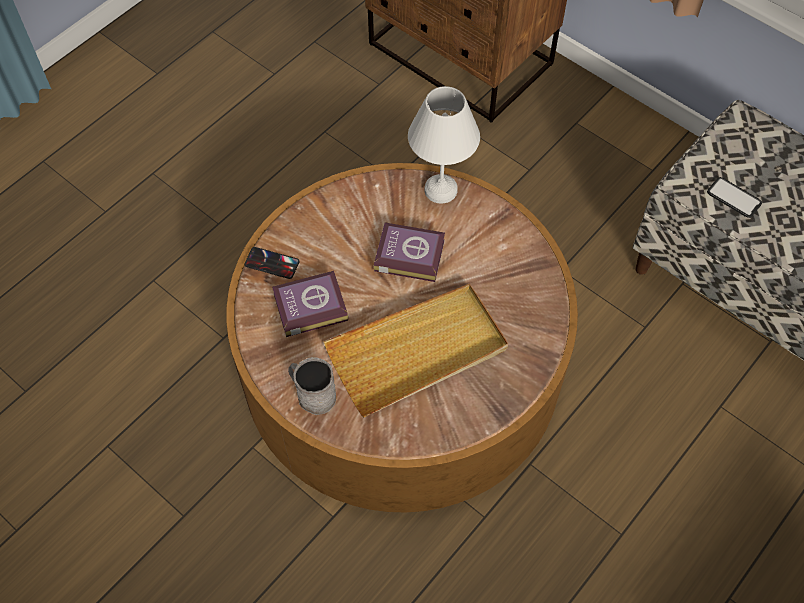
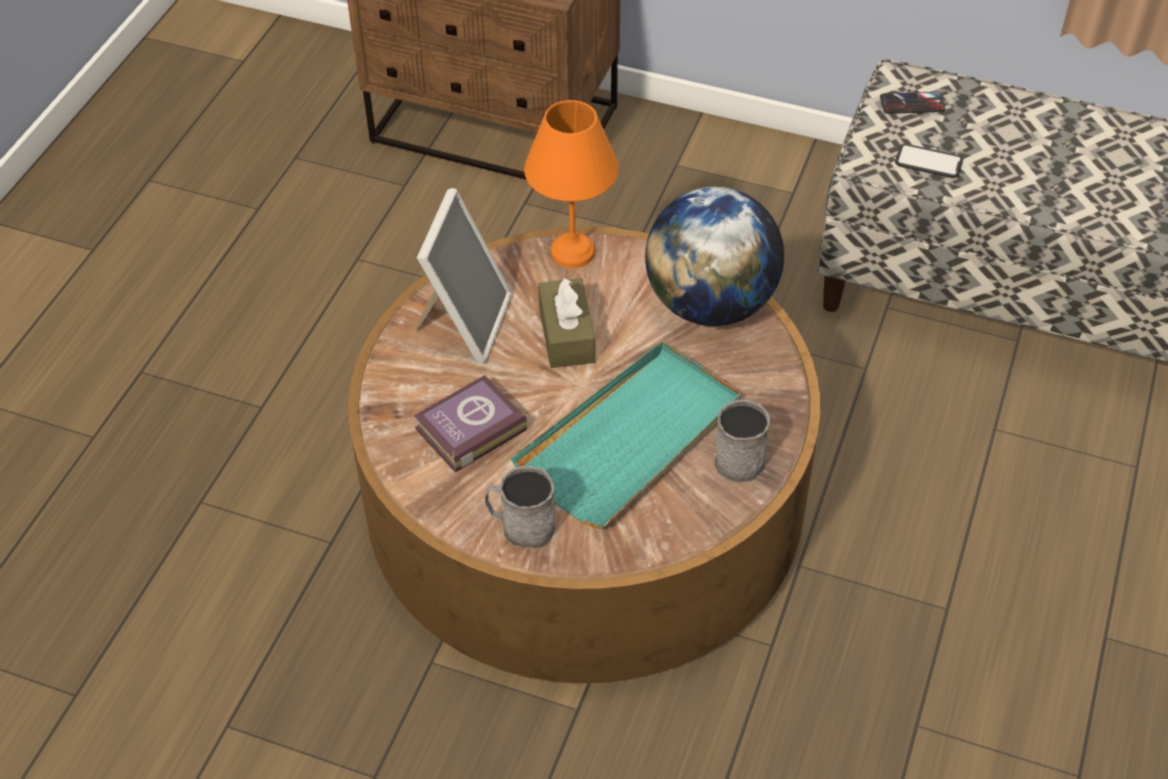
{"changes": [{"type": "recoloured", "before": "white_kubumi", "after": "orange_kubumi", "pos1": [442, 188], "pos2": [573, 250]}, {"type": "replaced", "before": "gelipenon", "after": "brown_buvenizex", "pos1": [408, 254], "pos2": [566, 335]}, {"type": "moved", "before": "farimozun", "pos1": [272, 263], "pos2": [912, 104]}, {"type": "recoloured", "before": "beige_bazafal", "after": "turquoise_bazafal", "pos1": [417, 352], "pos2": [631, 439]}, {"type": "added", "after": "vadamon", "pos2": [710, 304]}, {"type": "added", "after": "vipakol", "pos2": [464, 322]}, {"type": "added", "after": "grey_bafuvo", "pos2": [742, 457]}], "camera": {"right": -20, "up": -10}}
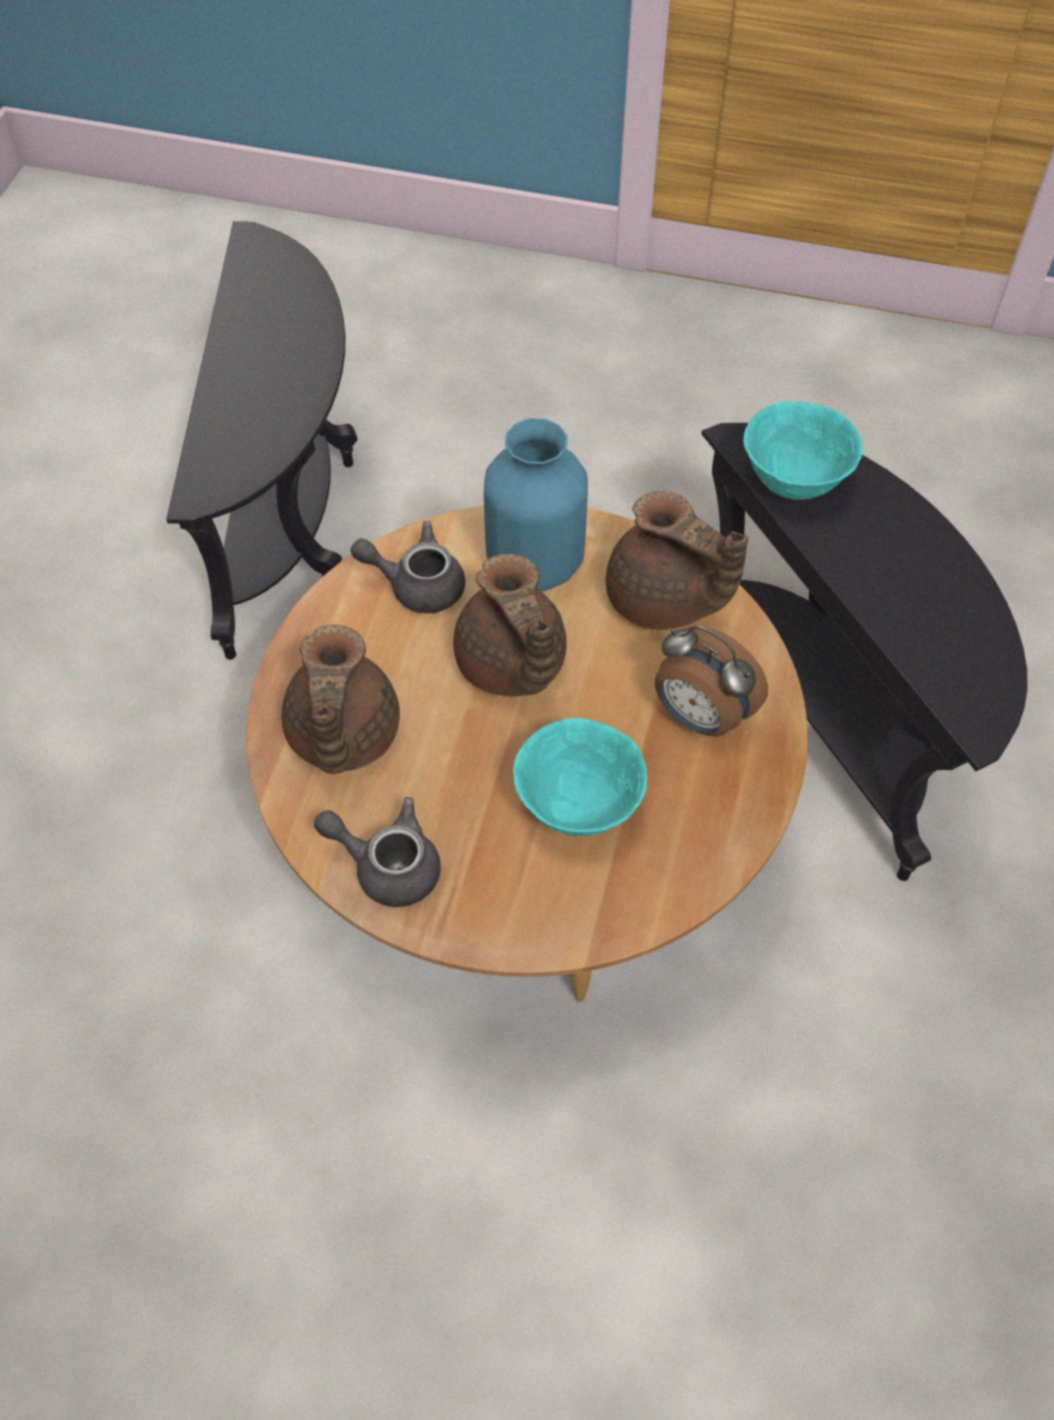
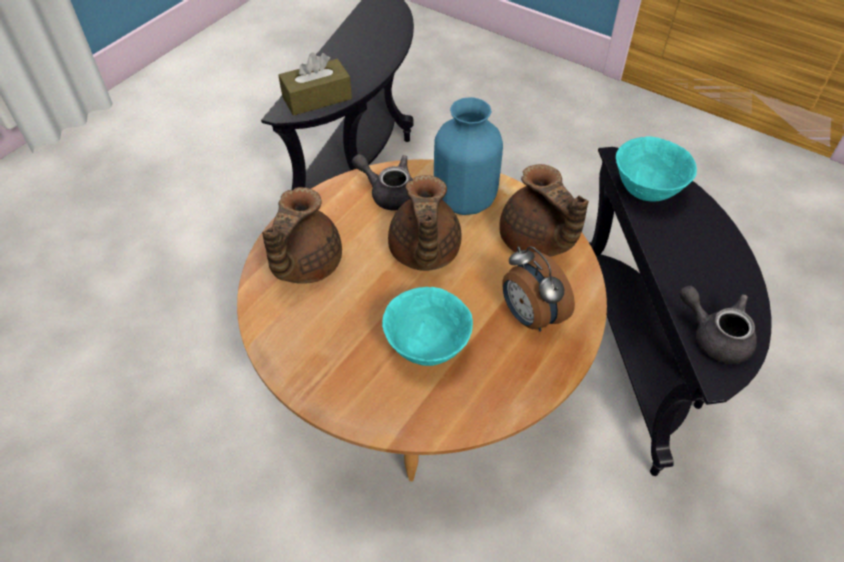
{"changes": [{"type": "moved", "before": "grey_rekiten", "pos1": [387, 866], "pos2": [714, 336]}, {"type": "added", "after": "brown_buvenizex", "pos2": [317, 98]}], "camera": {"right": 20, "up": -5}}
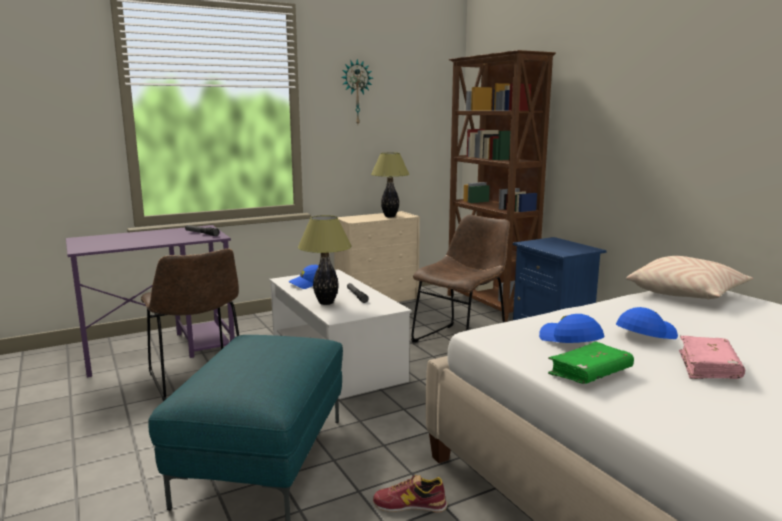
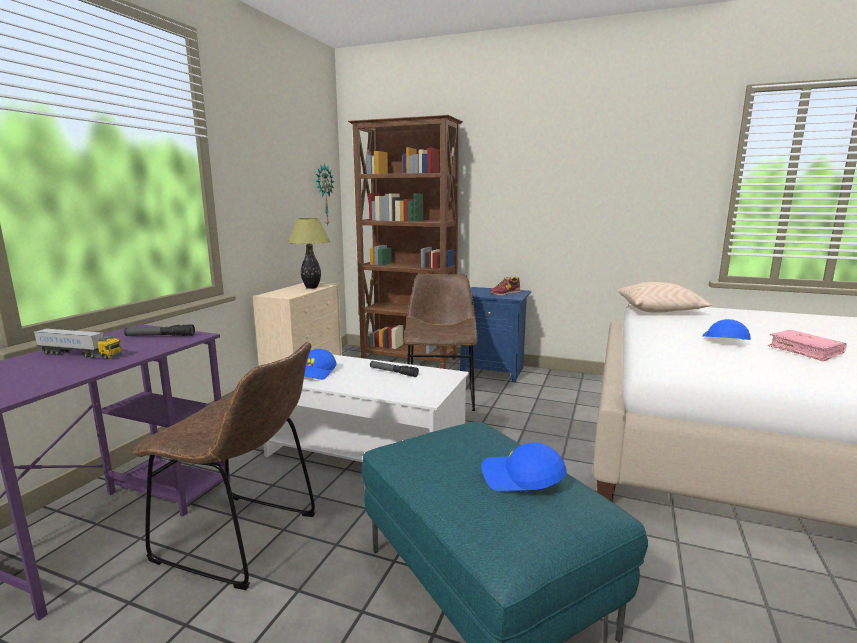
{"changes": [{"type": "moved", "before": "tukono", "pos1": [356, 92], "pos2": [323, 195]}, {"type": "removed", "before": "kubumi", "pos1": [325, 303]}, {"type": "moved", "before": "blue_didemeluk", "pos1": [569, 341], "pos2": [521, 479]}, {"type": "removed", "before": "green_gelipenon", "pos1": [590, 373]}, {"type": "moved", "before": "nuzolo", "pos1": [410, 504], "pos2": [505, 293]}, {"type": "added", "after": "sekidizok", "pos2": [80, 354]}], "camera": {"right": -40, "up": 0}}
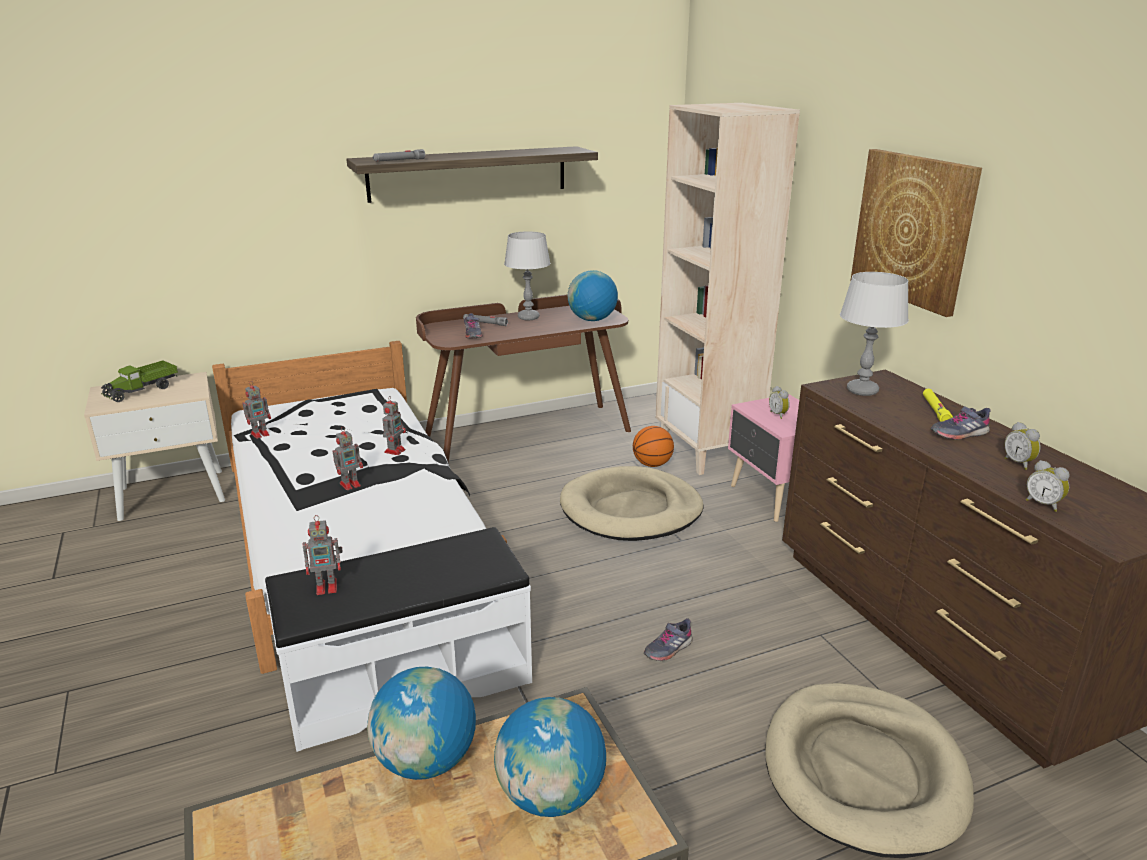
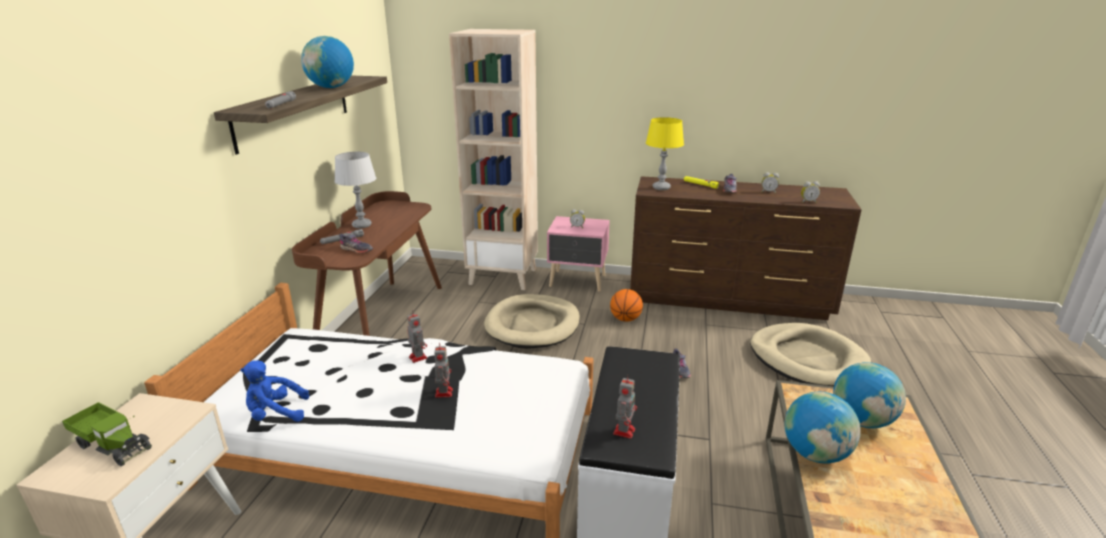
{"changes": [{"type": "removed", "before": "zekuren", "pos1": [913, 229]}, {"type": "moved", "before": "vadamon", "pos1": [592, 320], "pos2": [331, 87]}, {"type": "recoloured", "before": "grey_kubumi", "after": "yellow_kubumi", "pos1": [862, 391], "pos2": [661, 188]}, {"type": "turned", "before": "sekidizok", "pos1": [142, 390], "pos2": [113, 444], "turn": -45}, {"type": "replaced", "before": "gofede", "after": "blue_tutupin", "pos1": [261, 434], "pos2": [275, 414]}, {"type": "moved", "before": "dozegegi", "pos1": [652, 464], "pos2": [625, 319]}], "camera": {"right": -55, "up": 0}}
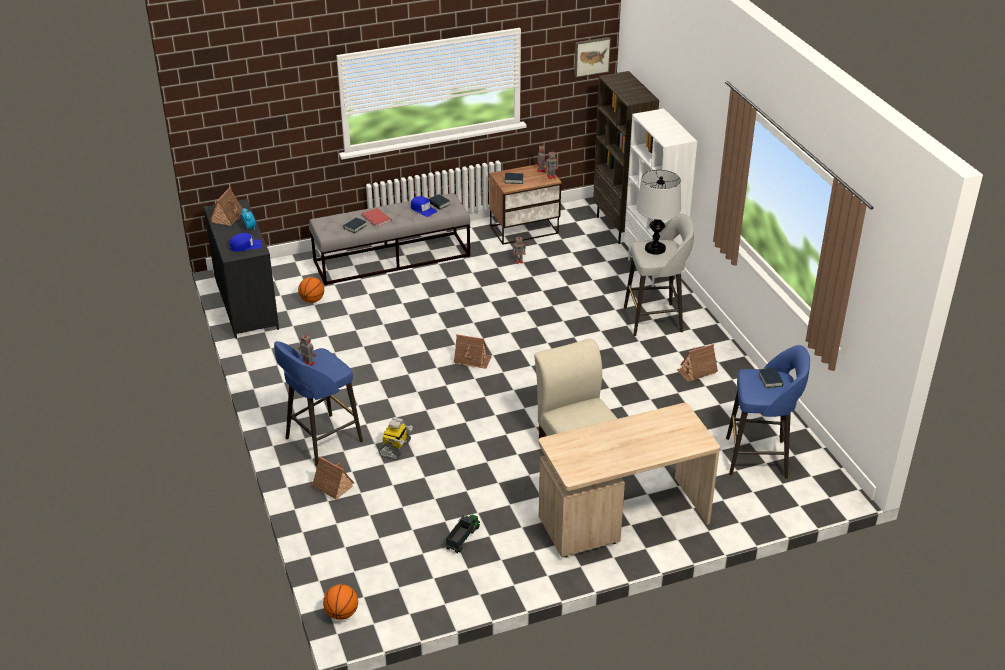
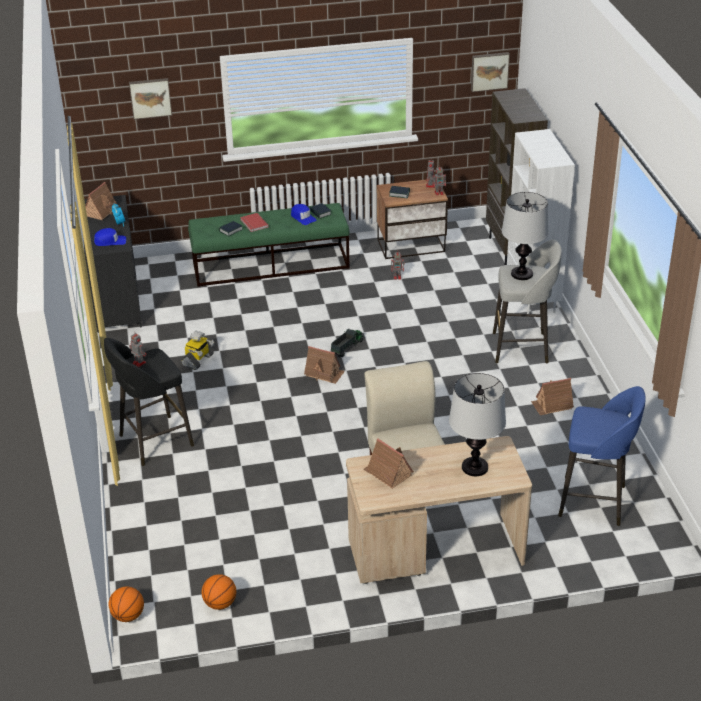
{"changes": [{"type": "recoloured", "before": "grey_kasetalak", "after": "green_kasetalak", "pos1": [392, 258], "pos2": [271, 265]}, {"type": "moved", "before": "dozegegi", "pos1": [312, 300], "pos2": [220, 603]}, {"type": "recoloured", "before": "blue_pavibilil", "after": "black_pavibilil", "pos1": [321, 441], "pos2": [154, 441]}, {"type": "removed", "before": "gelipenon", "pos1": [770, 380]}, {"type": "moved", "before": "gofede", "pos1": [395, 448], "pos2": [198, 360]}, {"type": "moved", "before": "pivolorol", "pos1": [331, 486], "pos2": [388, 473]}, {"type": "moved", "before": "sekidizok", "pos1": [463, 537], "pos2": [347, 347]}, {"type": "added", "after": "zekuren", "pos2": [150, 97]}, {"type": "added", "after": "kubumi", "pos2": [474, 467]}], "camera": {"right": 10, "up": 0}}
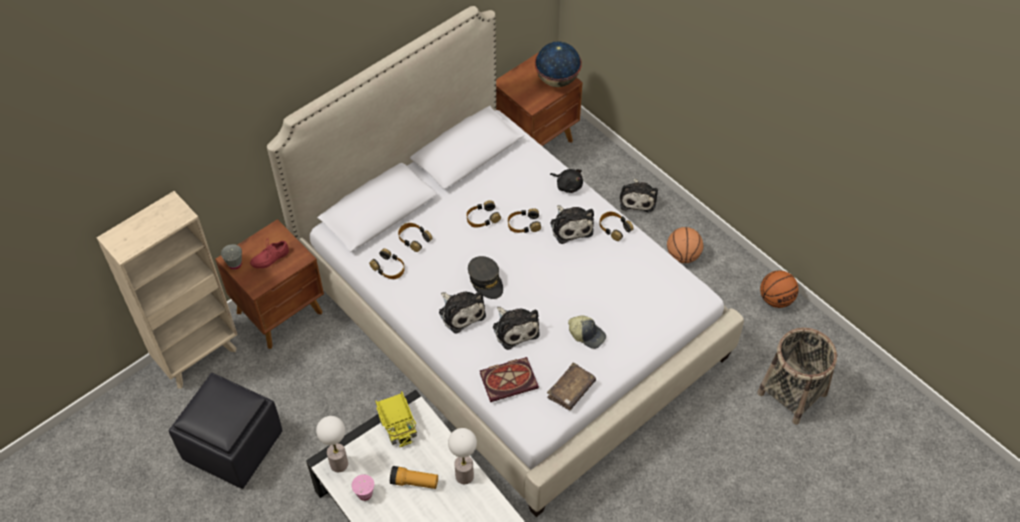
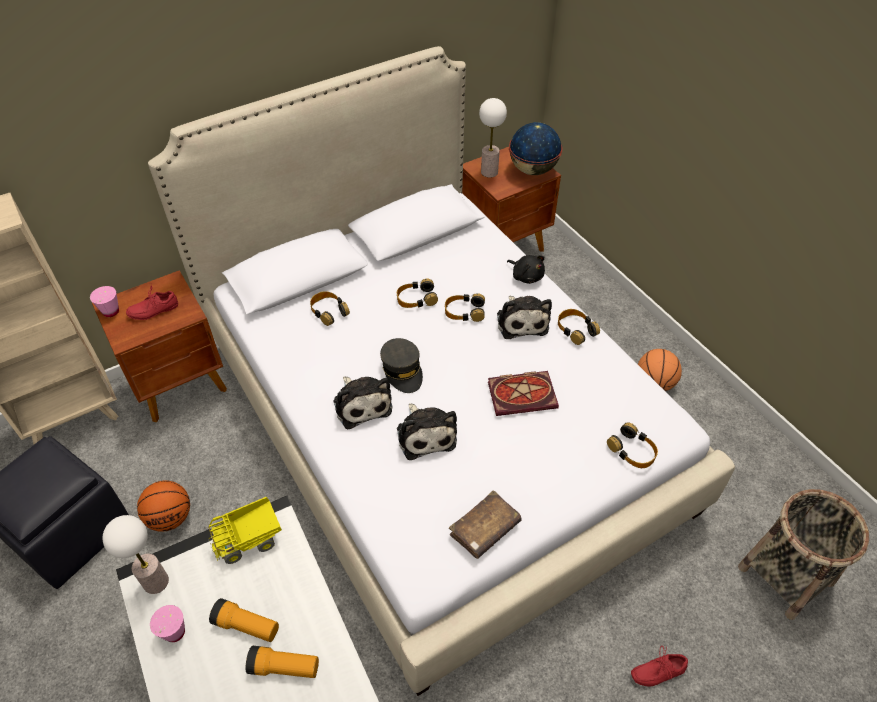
{"changes": [{"type": "removed", "before": "tutupin", "pos1": [637, 199]}, {"type": "recoloured", "before": "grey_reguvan", "after": "pink_reguvan", "pos1": [235, 264], "pos2": [111, 311]}, {"type": "moved", "before": "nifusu", "pos1": [389, 268], "pos2": [632, 450]}, {"type": "moved", "before": "dozegegi", "pos1": [775, 299], "pos2": [170, 517]}, {"type": "removed", "before": "didemeluk", "pos1": [587, 334]}, {"type": "moved", "before": "gelipenon", "pos1": [509, 379], "pos2": [523, 394]}, {"type": "turned", "before": "sekidizok", "pos1": [398, 425], "pos2": [250, 539], "turn": 75}, {"type": "moved", "before": "kubumi", "pos1": [464, 475], "pos2": [489, 172]}, {"type": "added", "after": "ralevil", "pos2": [284, 667]}, {"type": "added", "after": "red_nuzolo", "pos2": [656, 670]}], "camera": {"right": 10, "up": -5}}
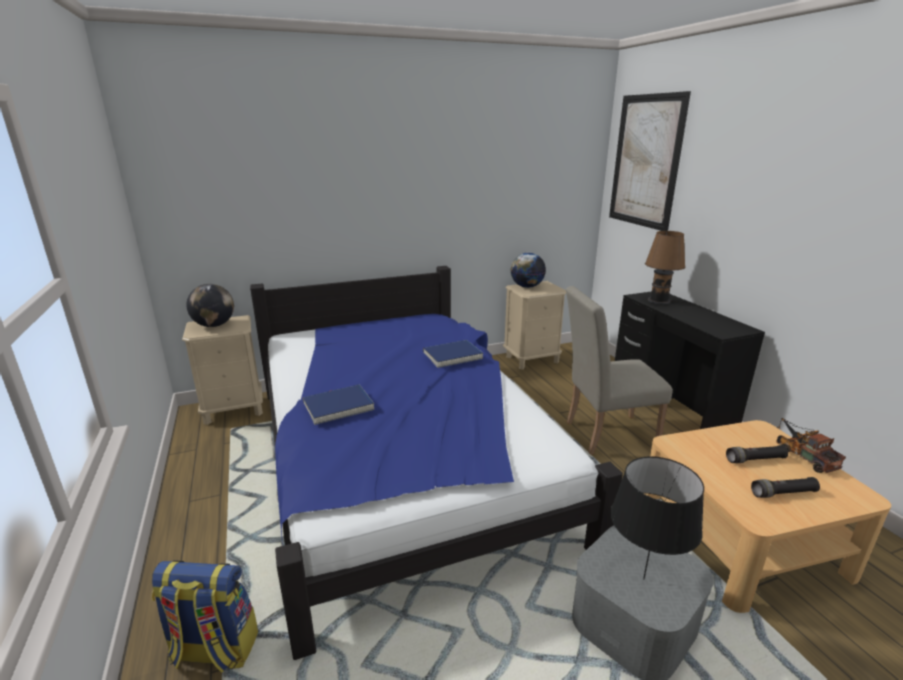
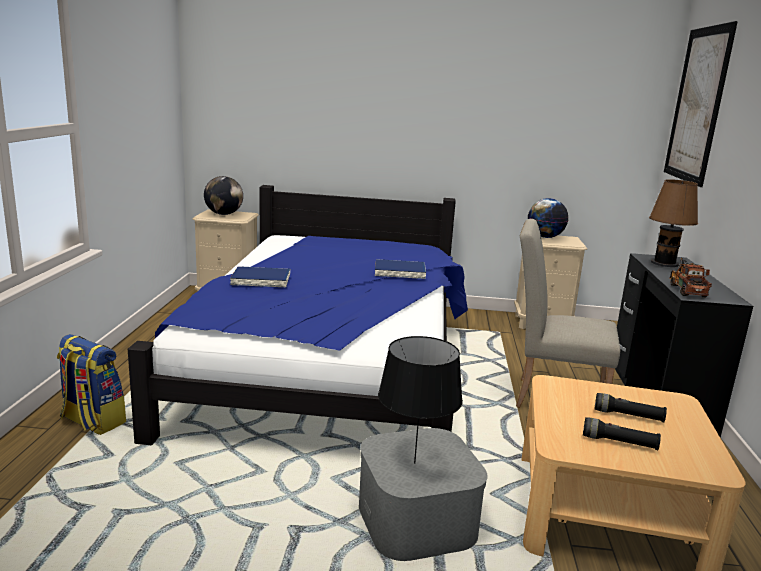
{"changes": [{"type": "moved", "before": "sekidizok", "pos1": [802, 456], "pos2": [686, 289]}], "camera": {"right": 25, "up": -5}}
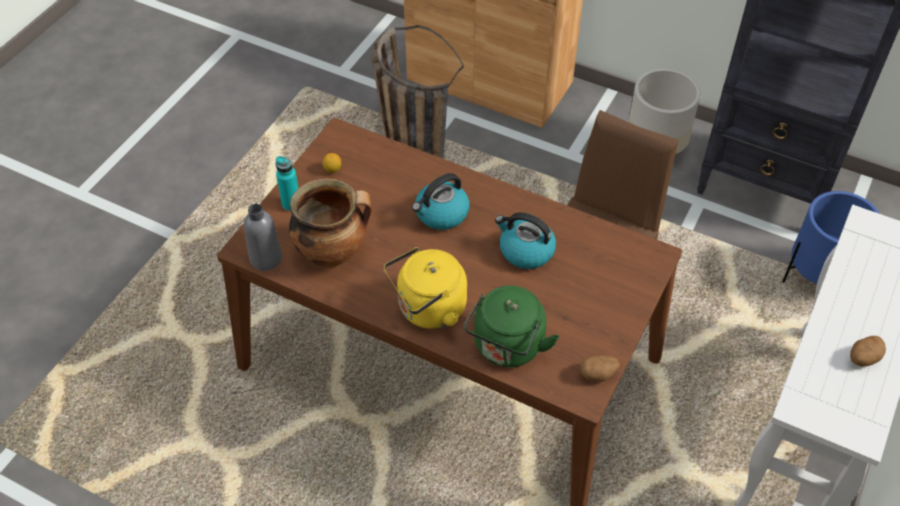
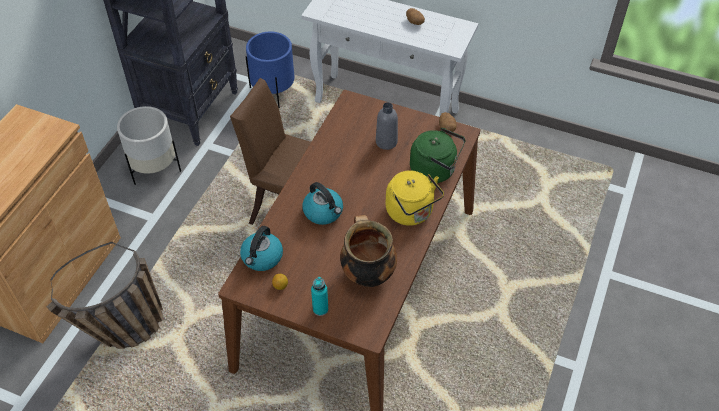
{"changes": [{"type": "moved", "before": "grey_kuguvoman", "pos1": [266, 258], "pos2": [386, 142]}, {"type": "moved", "before": "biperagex", "pos1": [525, 251], "pos2": [262, 258]}], "camera": {"right": -95, "up": 0}}
